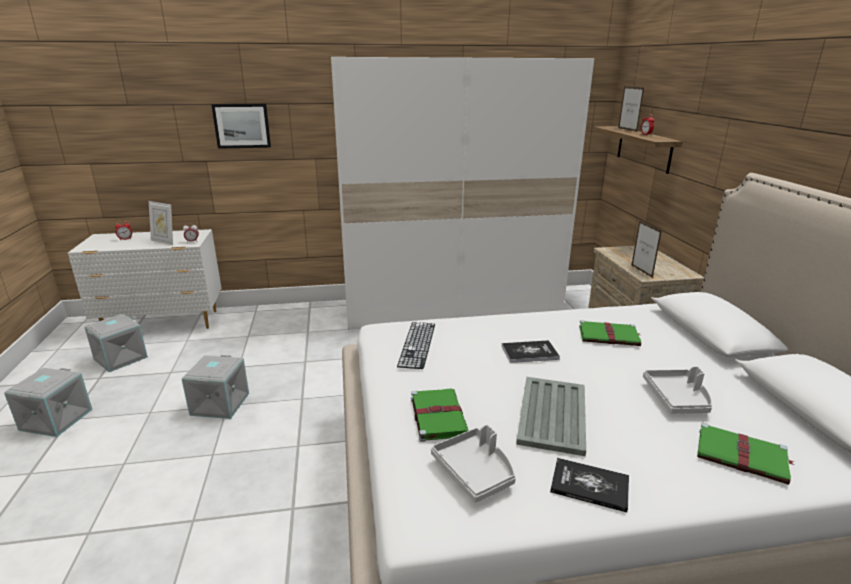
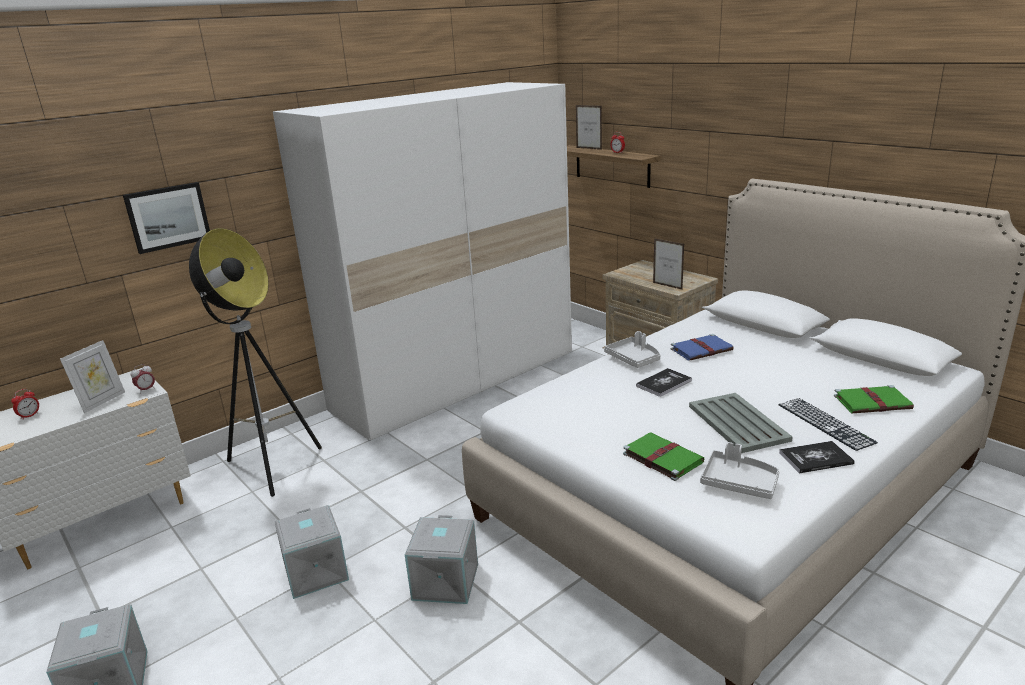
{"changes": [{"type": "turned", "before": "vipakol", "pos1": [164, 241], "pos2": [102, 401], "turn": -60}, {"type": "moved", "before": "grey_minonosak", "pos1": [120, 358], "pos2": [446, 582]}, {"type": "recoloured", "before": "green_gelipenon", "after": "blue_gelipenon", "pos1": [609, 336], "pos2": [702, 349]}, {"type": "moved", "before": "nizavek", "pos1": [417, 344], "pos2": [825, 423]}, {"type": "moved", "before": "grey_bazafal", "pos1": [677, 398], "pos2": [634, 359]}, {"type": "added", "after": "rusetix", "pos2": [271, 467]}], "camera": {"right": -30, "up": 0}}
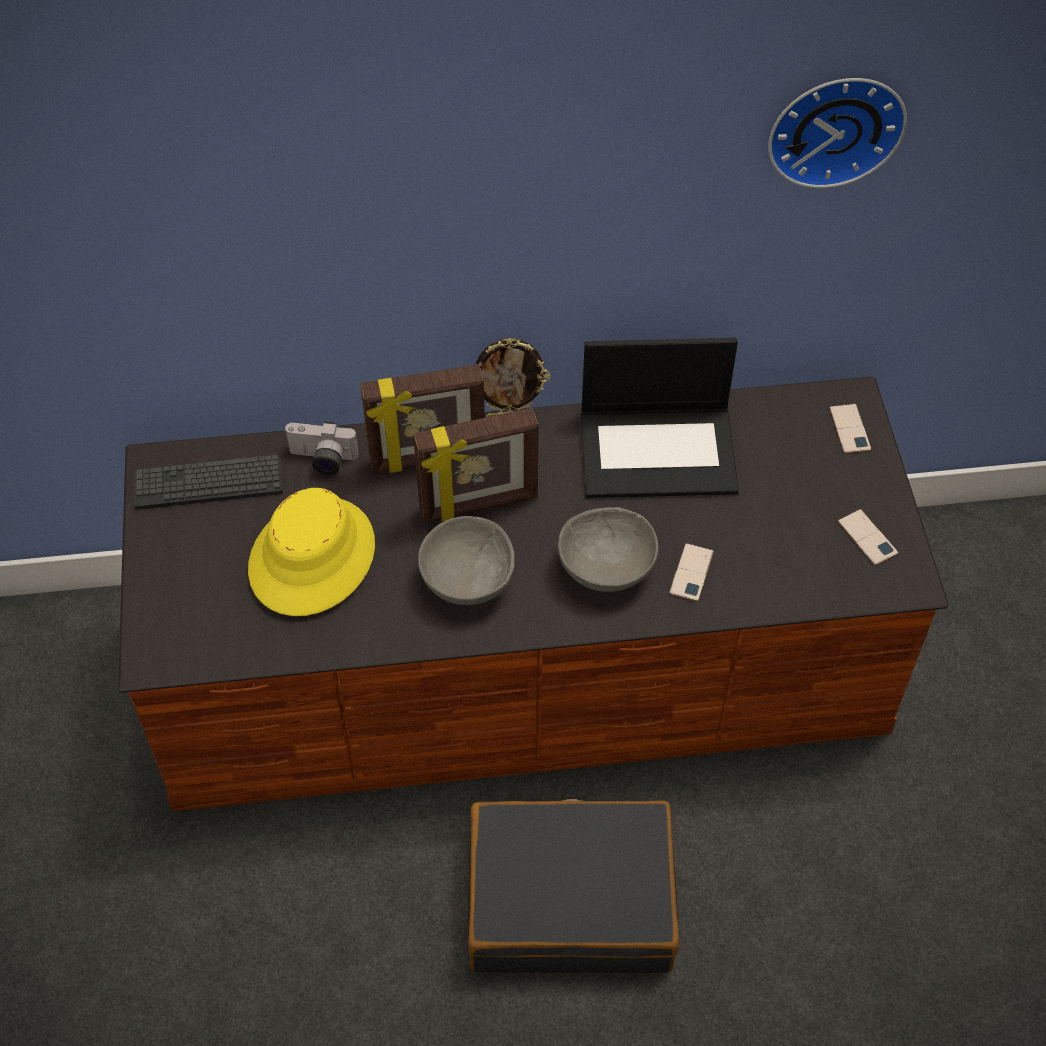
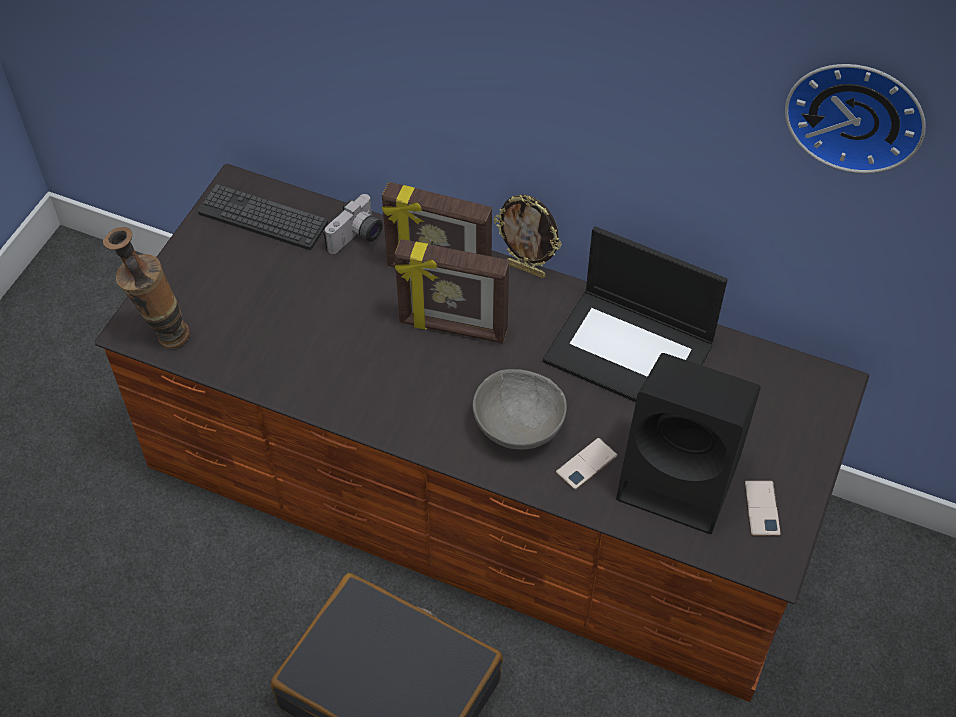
{"changes": [{"type": "removed", "before": "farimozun", "pos1": [849, 429]}, {"type": "turned", "before": "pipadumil", "pos1": [322, 460], "pos2": [357, 238], "turn": -90}, {"type": "removed", "before": "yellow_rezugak", "pos1": [311, 557]}, {"type": "removed", "before": "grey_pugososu", "pos1": [467, 579]}, {"type": "added", "after": "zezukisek", "pos2": [163, 336]}, {"type": "added", "after": "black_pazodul", "pos2": [682, 479]}], "camera": {"right": 30, "up": 0}}
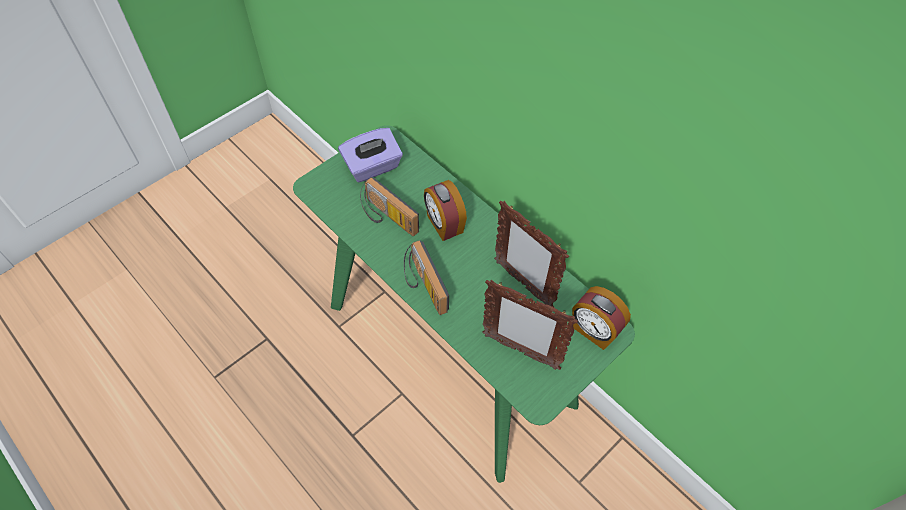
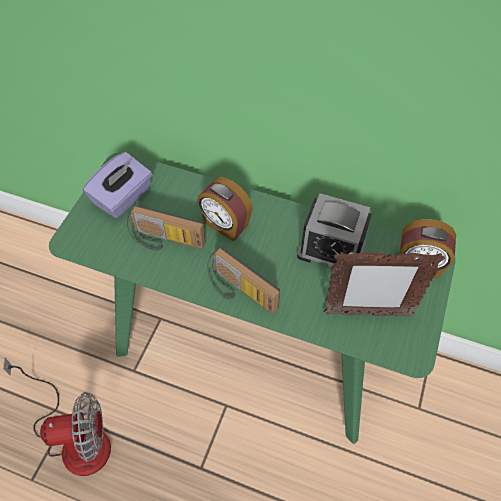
{"changes": [{"type": "replaced", "before": "vipakol", "after": "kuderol", "pos1": [523, 284], "pos2": [331, 250]}, {"type": "added", "after": "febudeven", "pos2": [75, 437]}], "camera": {"right": -25, "up": 0}}
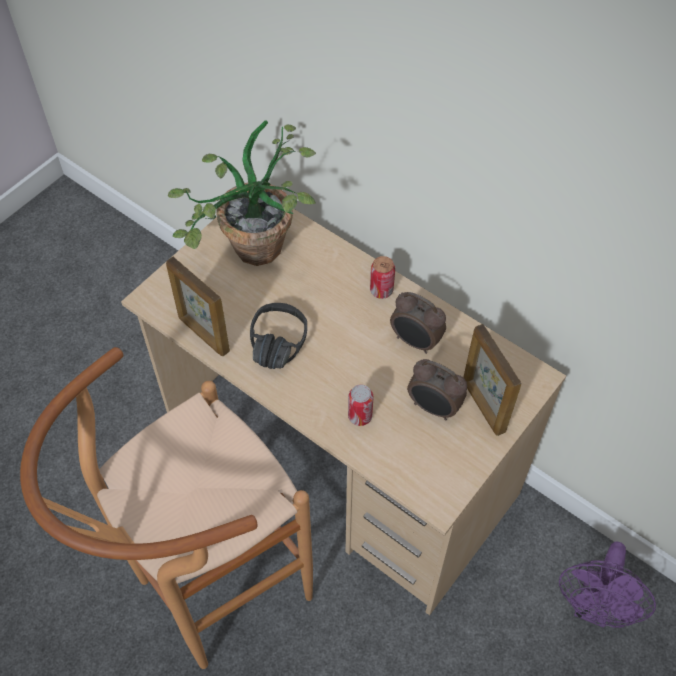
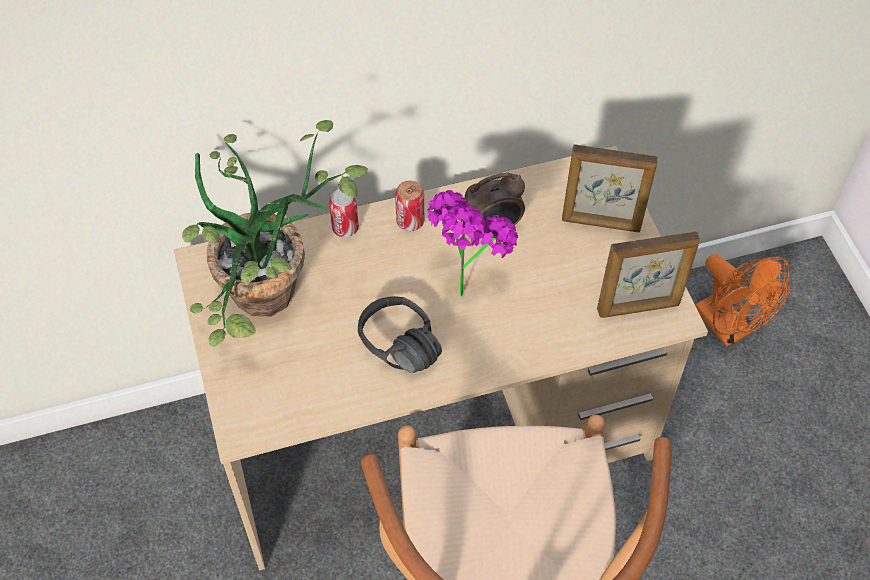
{"changes": [{"type": "moved", "before": "vipakol", "pos1": [203, 334], "pos2": [639, 308]}, {"type": "removed", "before": "kuderol", "pos1": [433, 408]}, {"type": "moved", "before": "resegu", "pos1": [360, 416], "pos2": [345, 228]}, {"type": "recoloured", "before": "purple_febudeven", "after": "orange_febudeven", "pos1": [593, 607], "pos2": [729, 328]}, {"type": "added", "after": "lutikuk", "pos2": [465, 281]}], "camera": {"right": -55, "up": 0}}
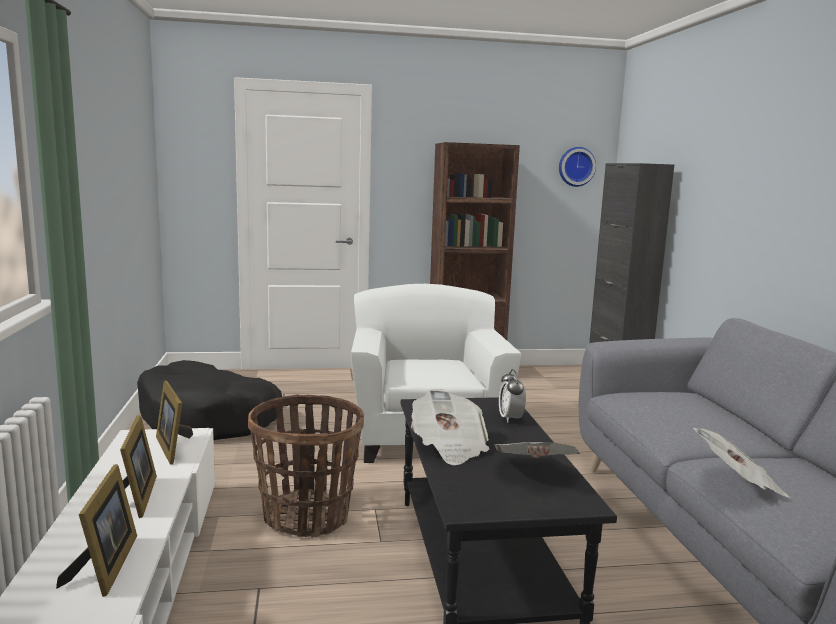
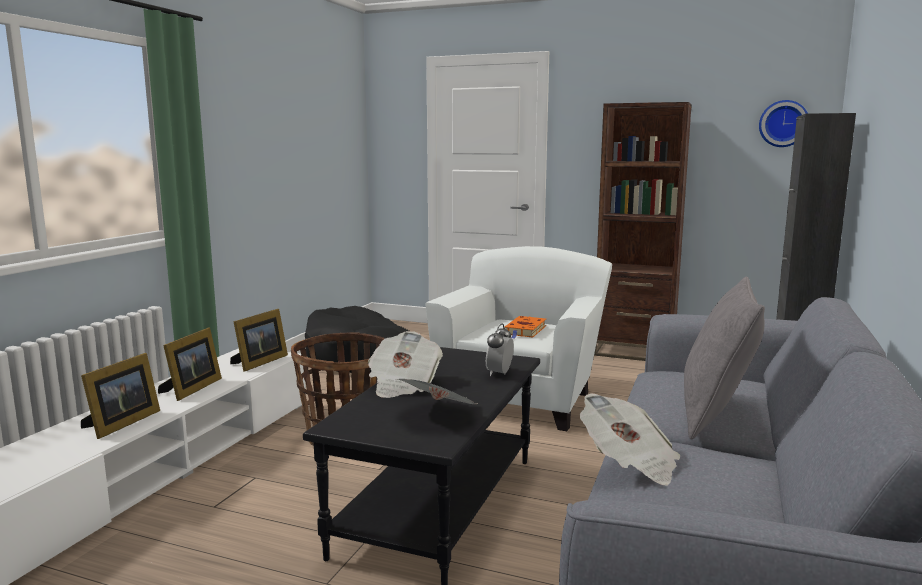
{"changes": [{"type": "turned", "before": "vipakol", "pos1": [174, 447], "pos2": [259, 362], "turn": -150}, {"type": "added", "after": "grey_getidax", "pos2": [715, 414]}, {"type": "added", "after": "orange_gelipenon", "pos2": [524, 330]}], "camera": {"right": 30, "up": 0}}
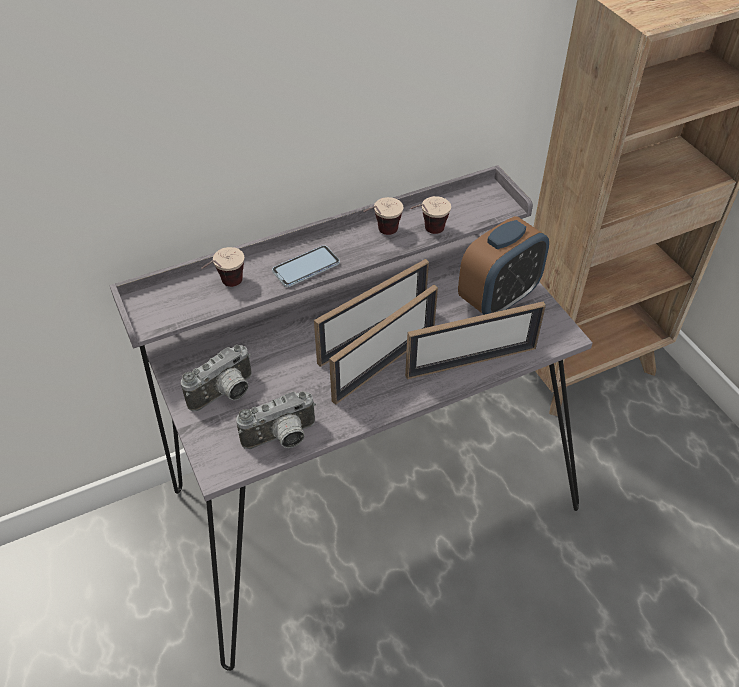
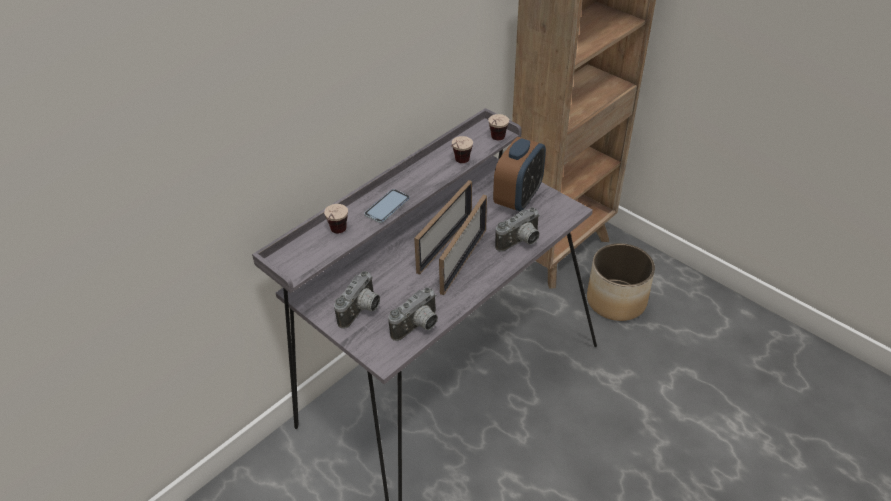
{"changes": [{"type": "moved", "before": "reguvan", "pos1": [380, 235], "pos2": [495, 141]}, {"type": "replaced", "before": "vipakol", "after": "pipadumil", "pos1": [471, 361], "pos2": [520, 242]}, {"type": "added", "after": "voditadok", "pos2": [616, 300]}], "camera": {"right": -20, "up": -5}}
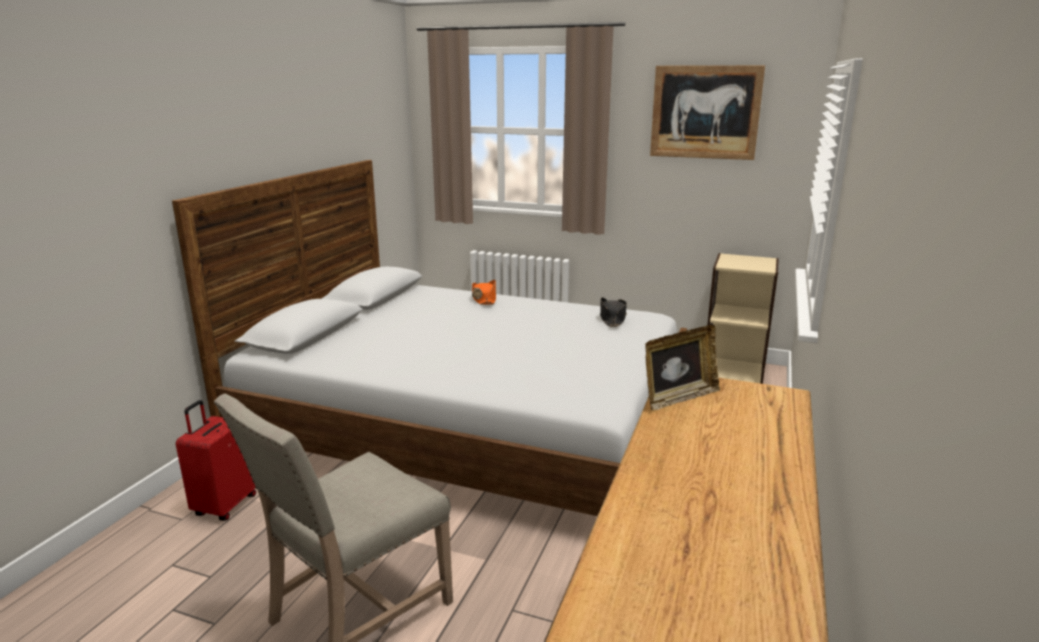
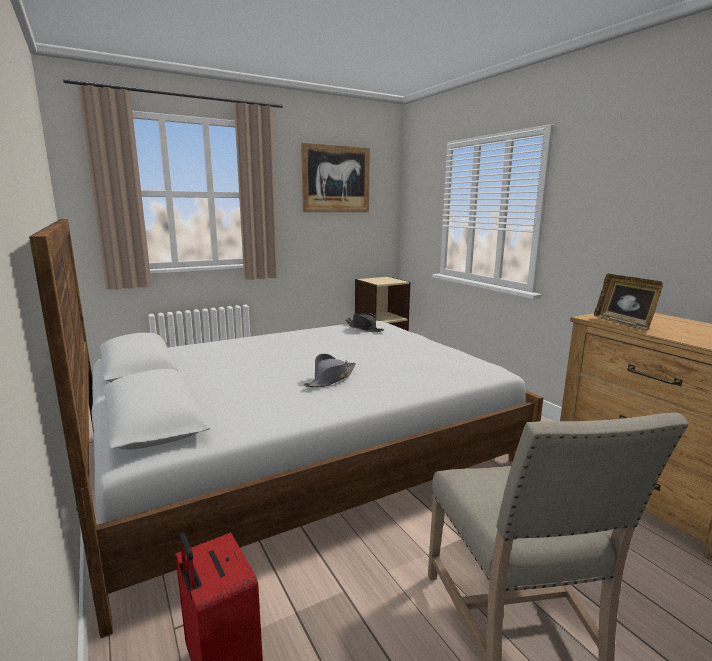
{"changes": [{"type": "removed", "before": "orange_rezugak", "pos1": [484, 299]}, {"type": "turned", "before": "vipakol", "pos1": [678, 398], "pos2": [623, 323], "turn": 150}, {"type": "added", "after": "grey_rezugak", "pos2": [330, 379]}], "camera": {"right": -50, "up": -5}}
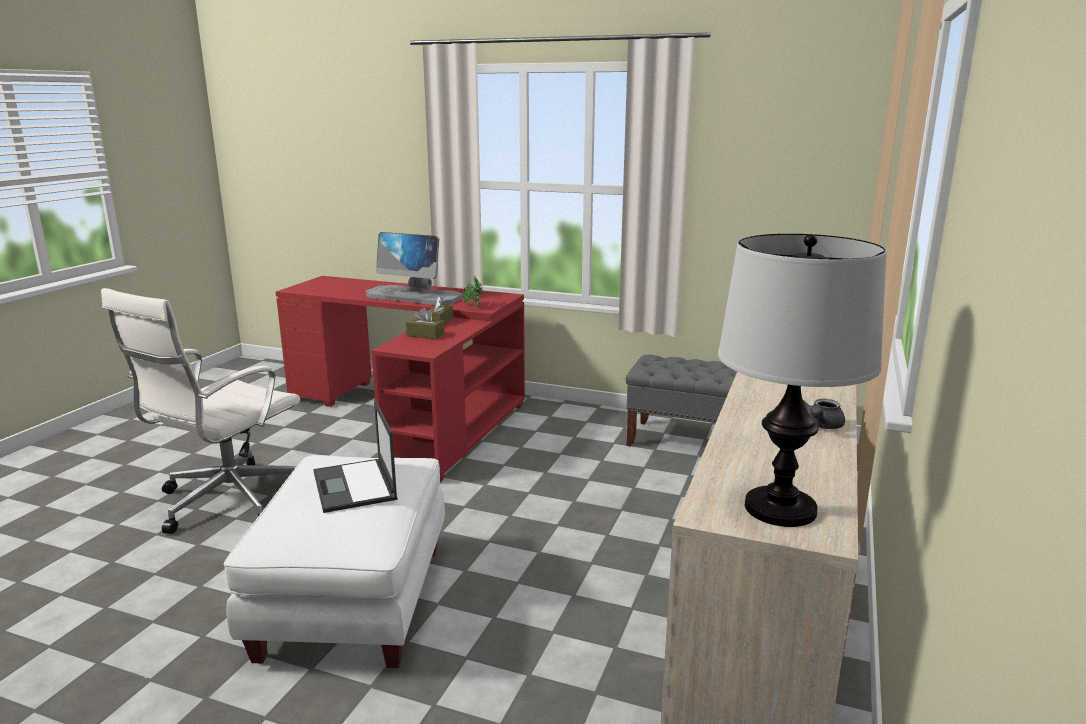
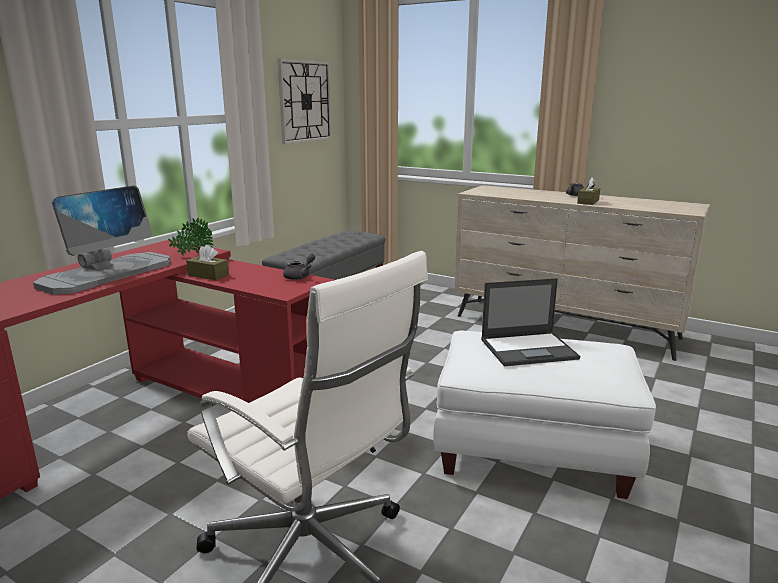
{"changes": [{"type": "removed", "before": "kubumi", "pos1": [779, 509]}, {"type": "moved", "before": "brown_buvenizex", "pos1": [425, 335], "pos2": [588, 202]}, {"type": "added", "after": "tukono", "pos2": [305, 101]}, {"type": "added", "after": "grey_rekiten", "pos2": [300, 276]}], "camera": {"right": -80, "up": 0}}
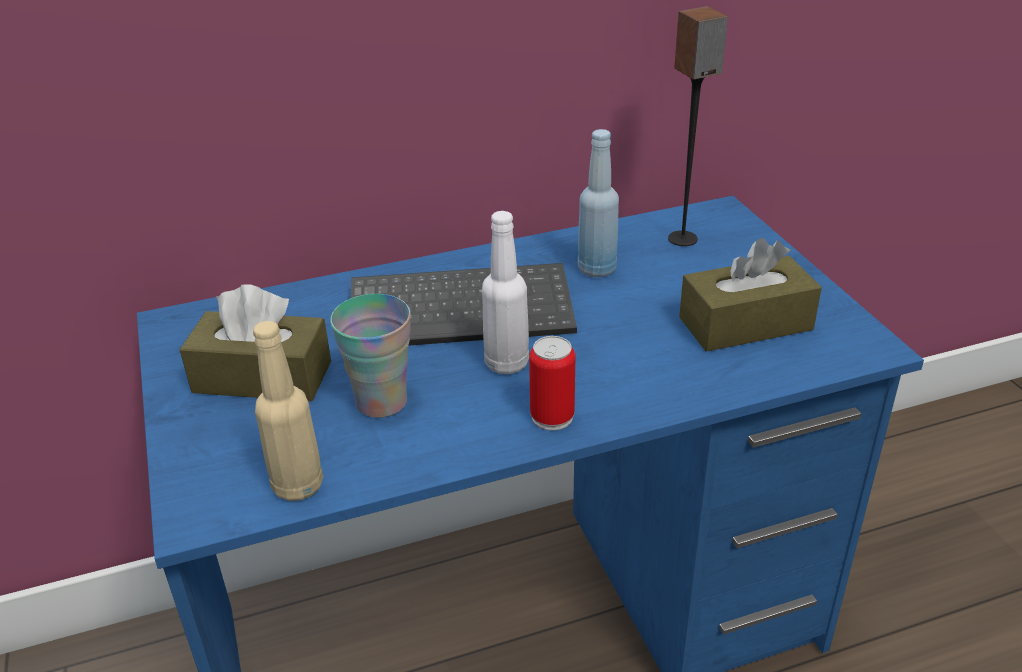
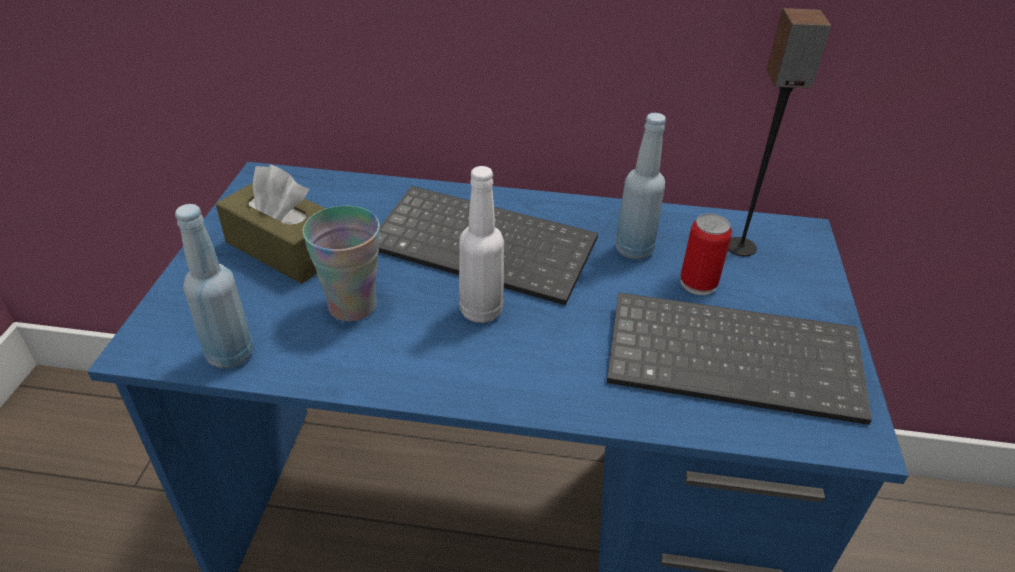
{"changes": [{"type": "replaced", "before": "brown_buvenizex", "after": "nizavek", "pos1": [745, 324], "pos2": [736, 358]}, {"type": "recoloured", "before": "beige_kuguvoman", "after": "blue_kuguvoman", "pos1": [297, 486], "pos2": [230, 354]}, {"type": "moved", "before": "resegu", "pos1": [552, 416], "pos2": [698, 283]}], "camera": {"right": 25, "up": 5}}
